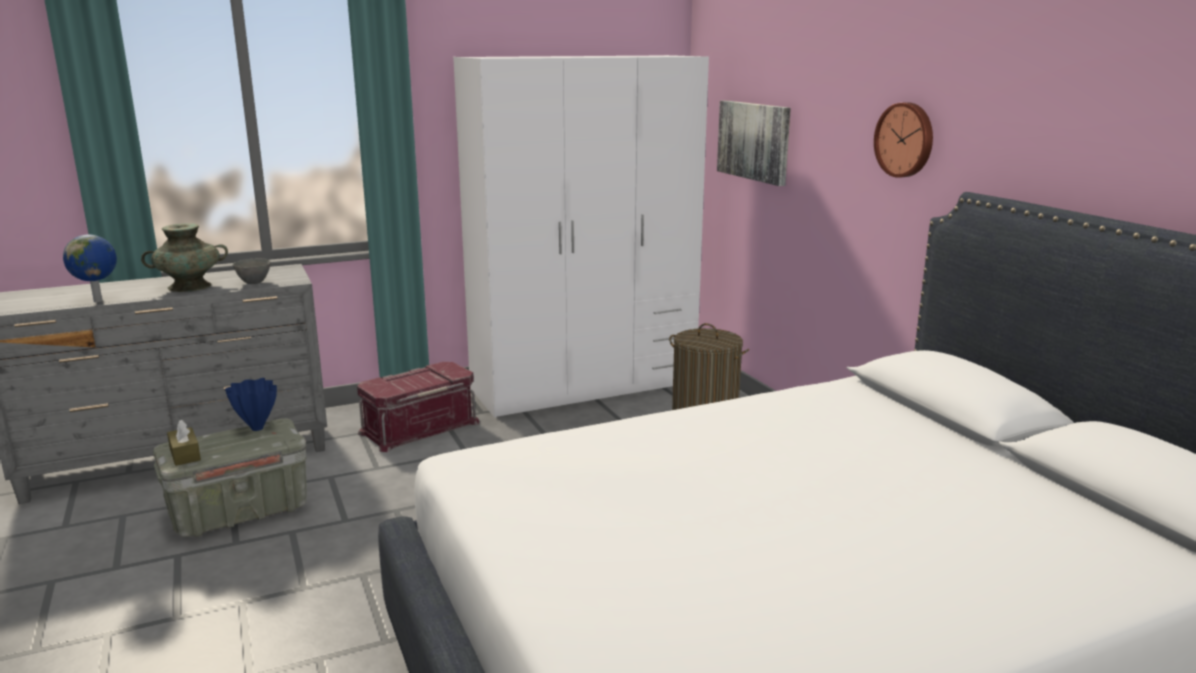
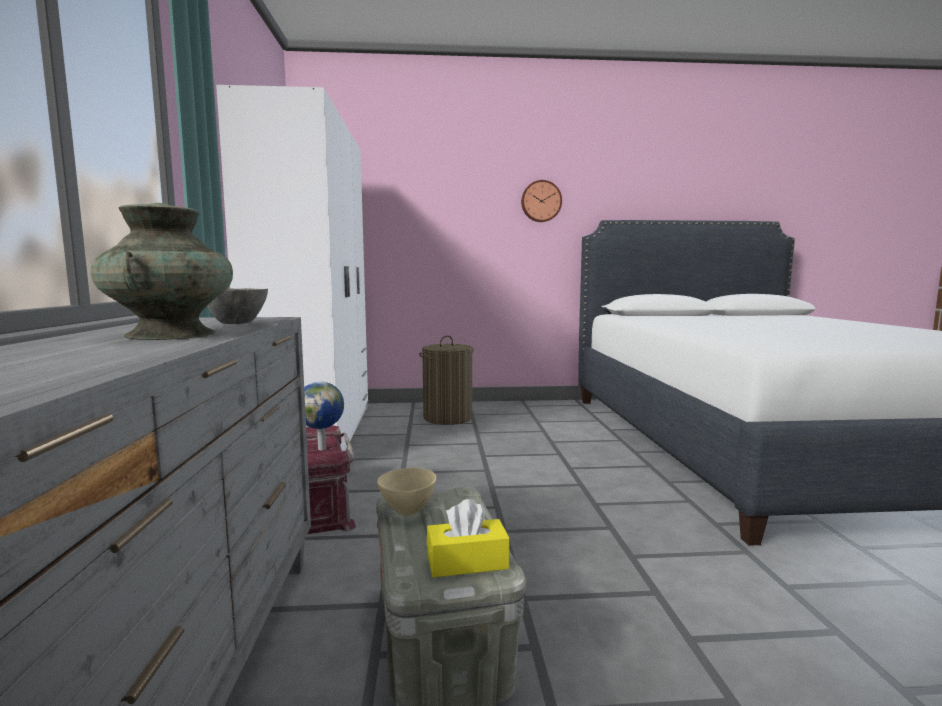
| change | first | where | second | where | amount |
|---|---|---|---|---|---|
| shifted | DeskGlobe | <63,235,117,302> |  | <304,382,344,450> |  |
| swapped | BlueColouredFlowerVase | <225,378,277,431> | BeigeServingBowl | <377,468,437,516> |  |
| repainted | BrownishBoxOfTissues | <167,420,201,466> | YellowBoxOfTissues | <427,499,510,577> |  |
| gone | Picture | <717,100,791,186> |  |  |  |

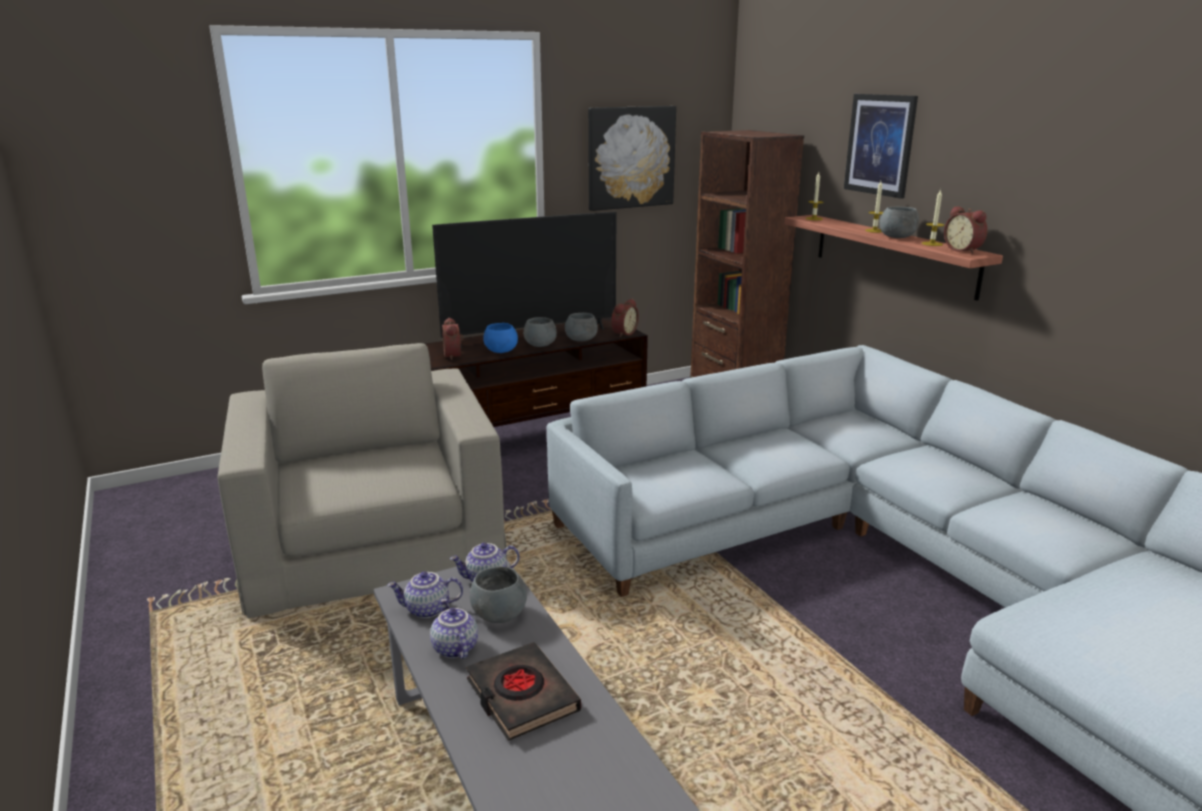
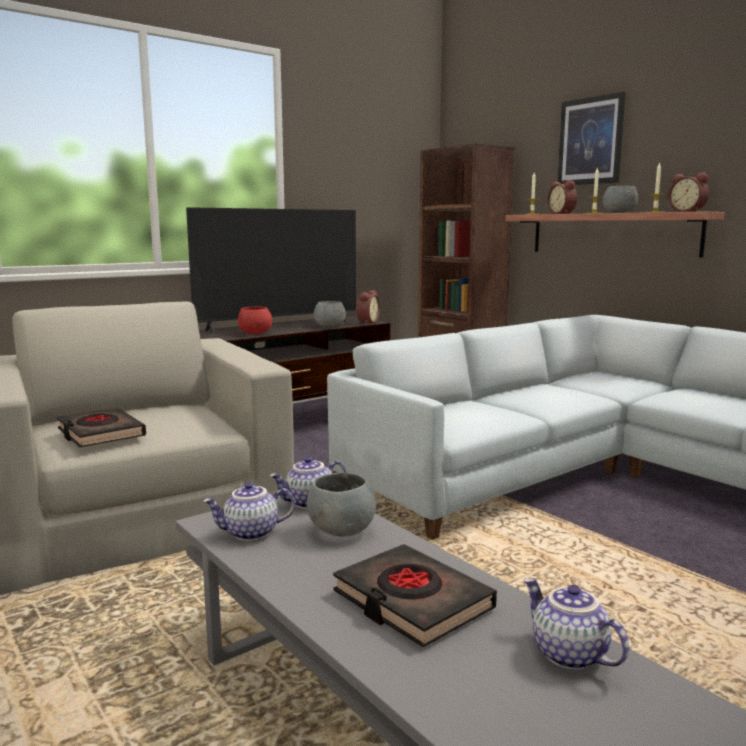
| change | first | where | second | where | amount |
|---|---|---|---|---|---|
| new |  |  | BlackColouredBook | <57,408,146,447> |  |
| repainted | BlueColouredServingBowl | <483,323,518,353> | RedColouredServingBowl | <238,306,272,334> |  |
| shifted | PotForTea | <430,599,478,659> |  | <524,578,629,670> |  |
| shifted | TableClock | <442,318,463,360> |  | <547,180,577,214> |  |
| gone | GreyServingBowl | <523,317,557,347> |  |  |  |
| gone | Picture | <588,106,676,211> |  |  |  |

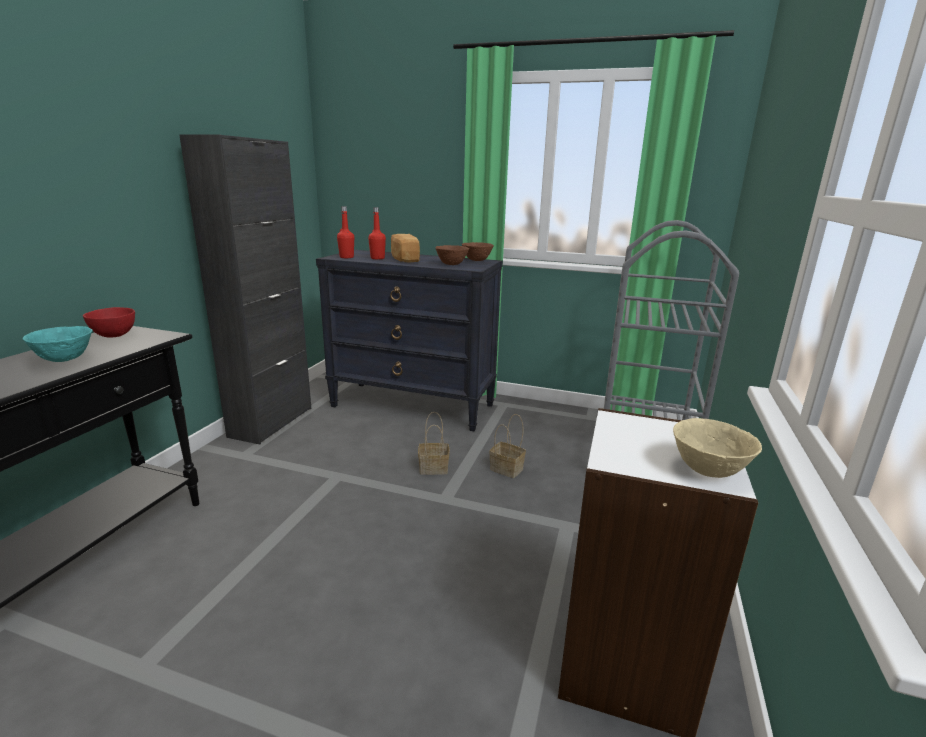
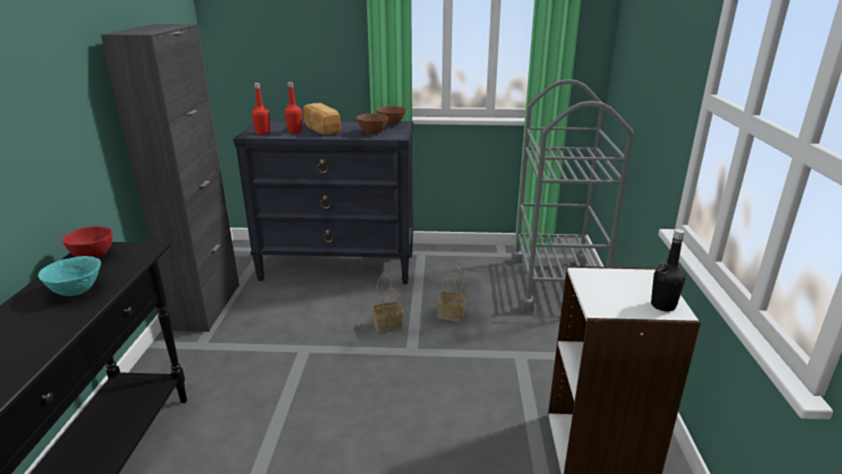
| change | first | where | second | where | amount |
|---|---|---|---|---|---|
| swapped | BeigeServingBowl | <673,418,762,478> | BlackColouredDrinkBottle | <651,229,686,312> |  |

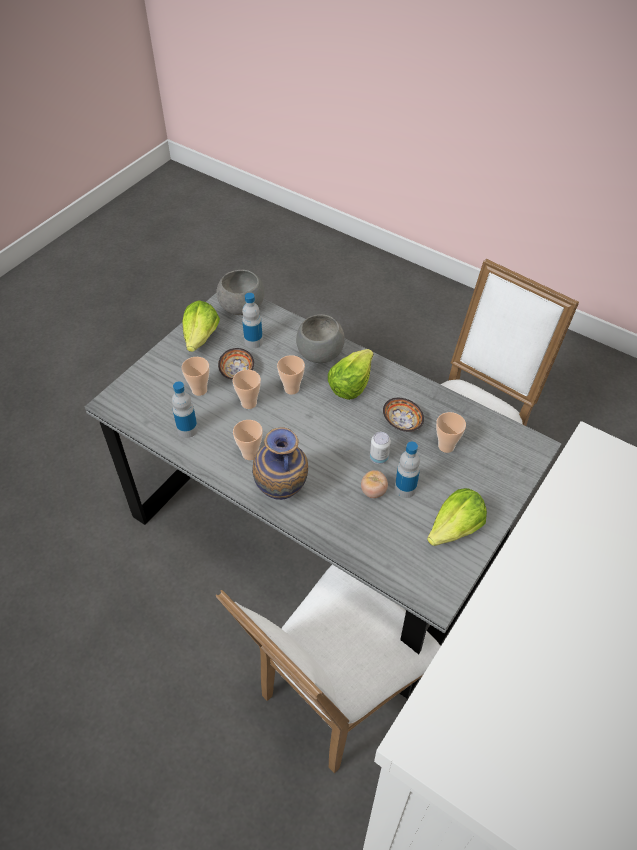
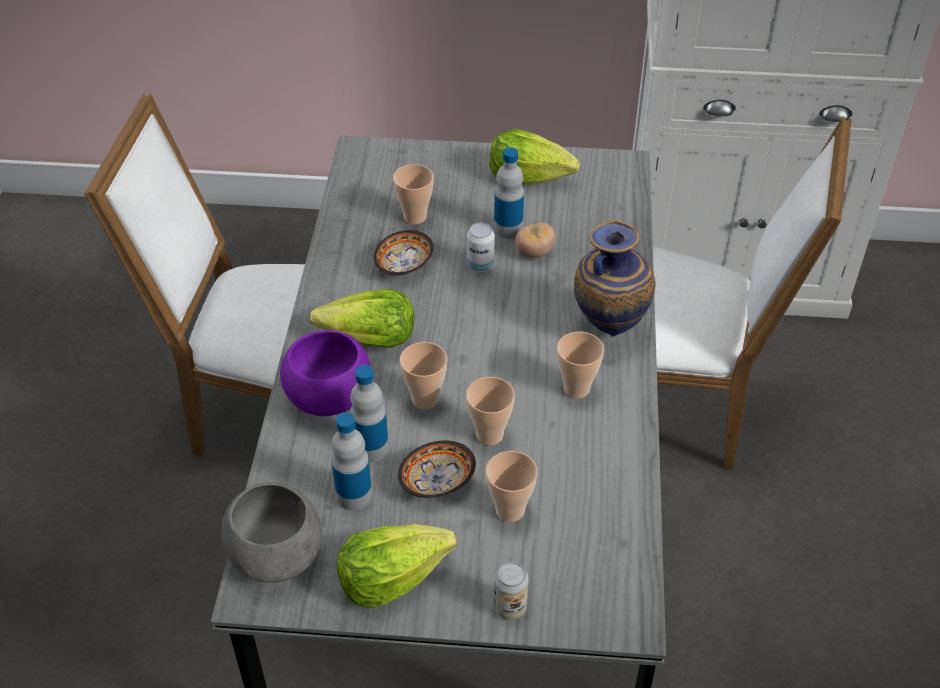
| change | first | where | second | where | amount |
|---|---|---|---|---|---|
| repainted | GreyServingBowl | <296,314,345,363> | PurplishServingBowl | <280,330,371,416> |  |
| shifted | DrinkBottle | <172,382,198,438> |  | <350,365,389,462> |  |
| new |  |  | MetalCan | <494,562,529,620> |  |

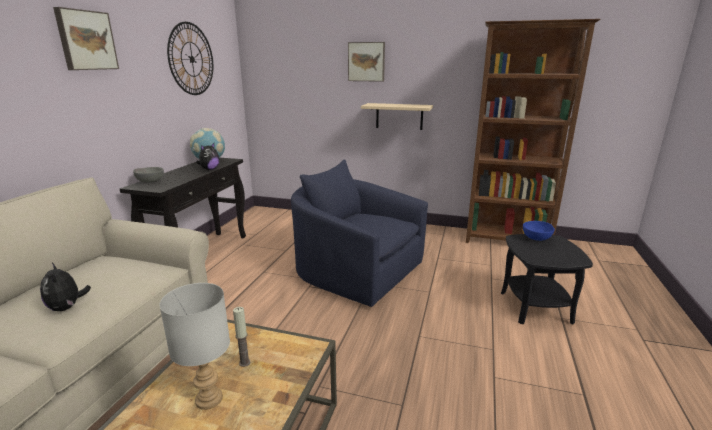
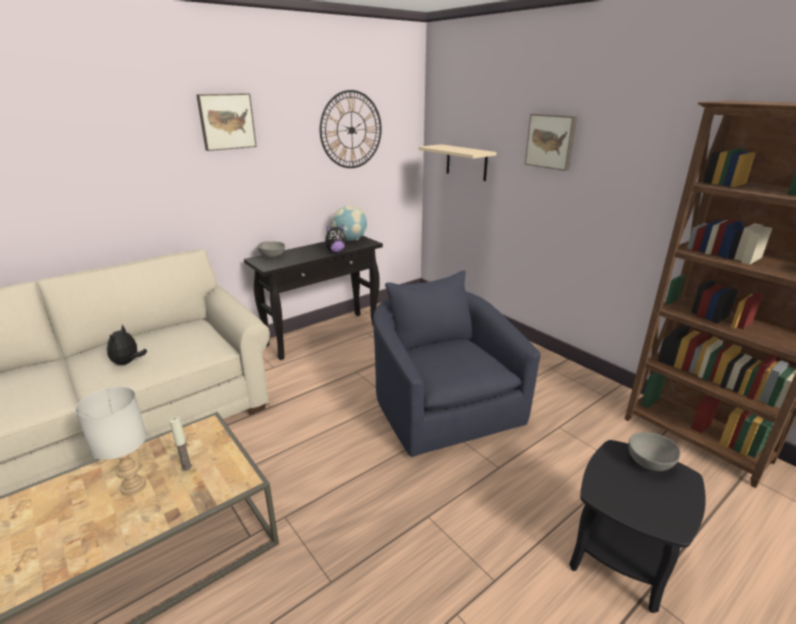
| change | first | where | second | where | amount |
|---|---|---|---|---|---|
| shifted | BeigeWallShelf | <361,103,433,130> |  | <419,144,497,181> |  |
| repainted | BlueColouredServingBowl | <523,221,555,241> | GreyServingBowl | <628,432,681,471> |  |

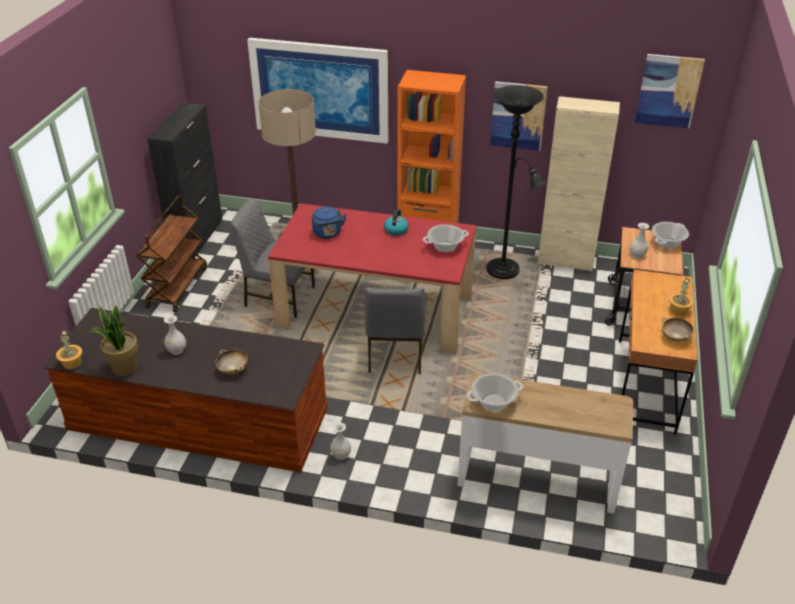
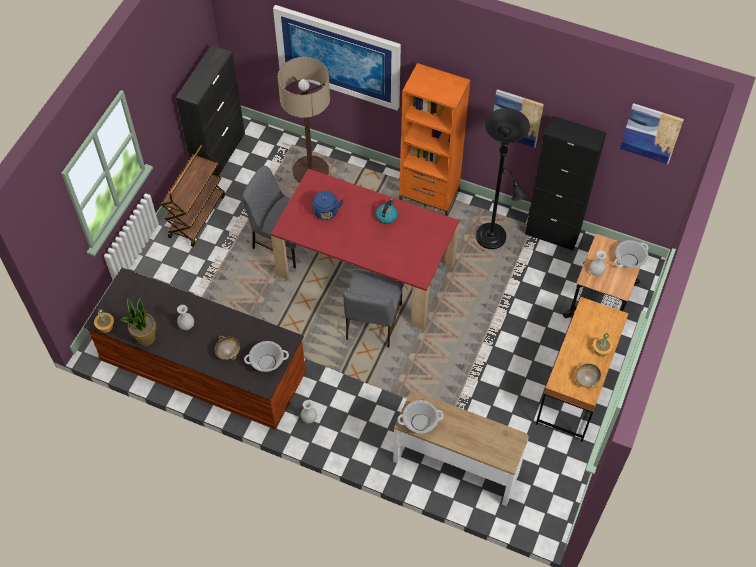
| change | first | where | second | where | amount |
|---|---|---|---|---|---|
| shifted | CookingPot | <423,224,469,252> |  | <244,341,289,372> |  |
| repainted | BeigeCupboard | <537,96,620,272> | BlackColouredCupboard | <525,116,606,251> |  |

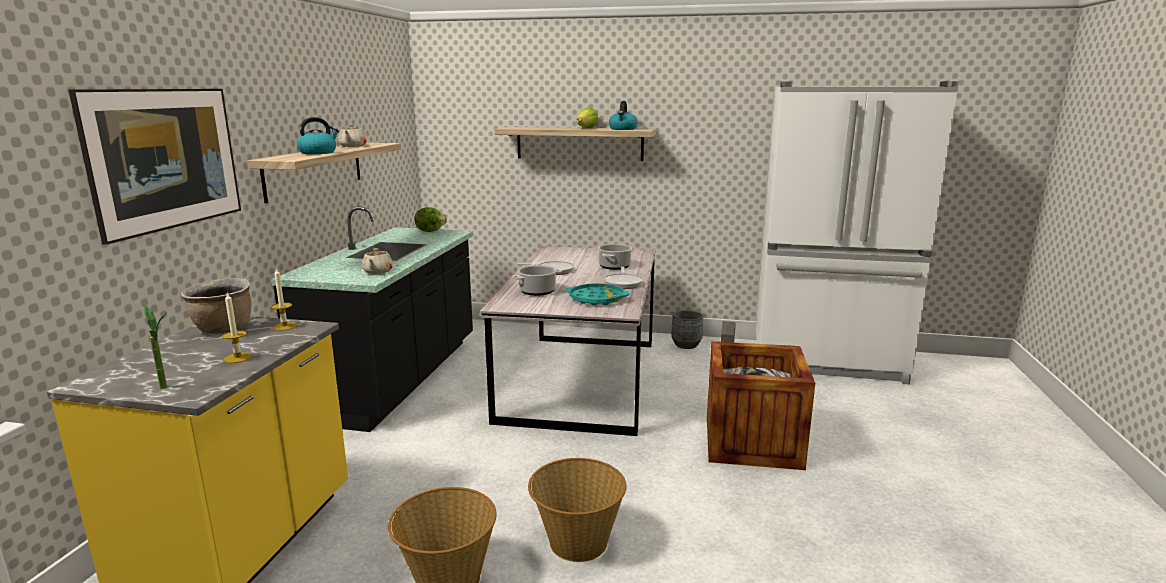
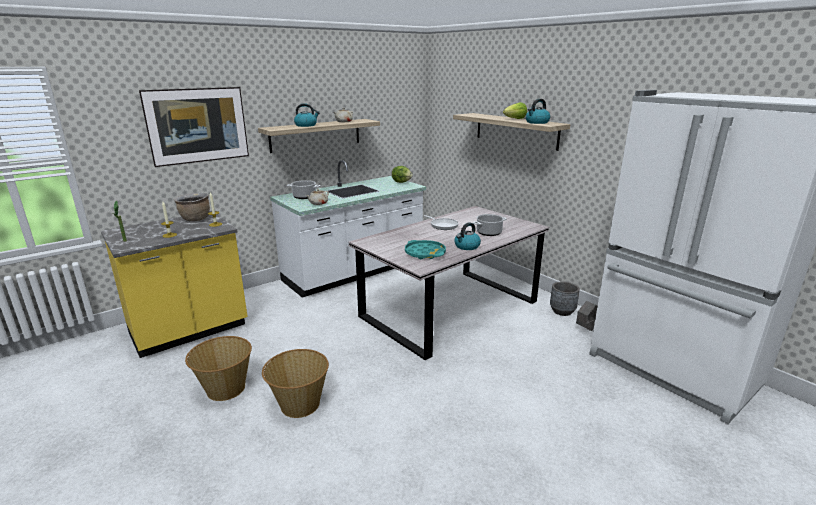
| change | first | where | second | where | amount |
|---|---|---|---|---|---|
| repainted | BlackColouredKitchenCounter | <271,206,474,432> | WhiteKitchenCounter | <270,160,426,298> |  |
| shifted | CookingPot | <511,265,562,296> |  | <287,180,320,199> |  |
| swapped | Skillet | <603,267,643,289> | TeaKettle | <455,222,481,250> |  |
| gone | ShippingCrate | <707,341,815,470> |  |  |  |

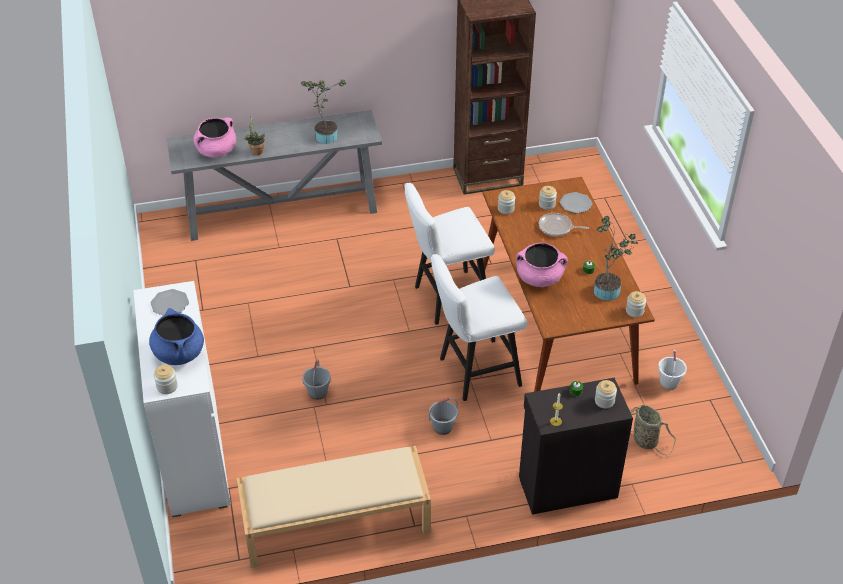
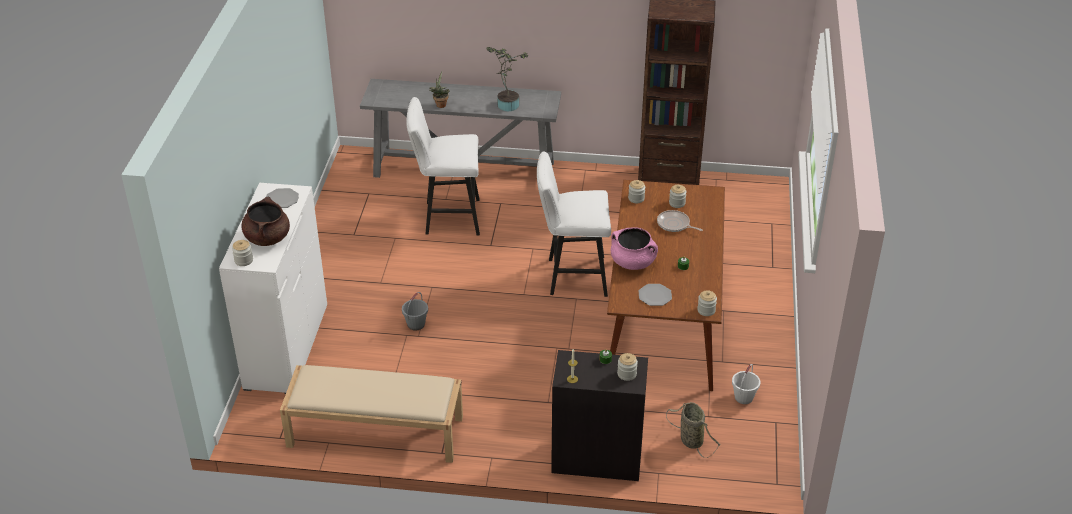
| change | first | where | second | where | amount |
|---|---|---|---|---|---|
| repainted | BlueColouredCookingPot | <149,308,204,365> | BrownishCookingPot | <241,197,290,246> |  |
| shifted | WhiteStoolSeat | <431,254,527,401> |  | <407,97,480,235> |  |
| shifted | FlatDish | <560,192,593,214> |  | <639,284,672,306> |  |
| gone | PinkCookingPot | <194,118,236,158> |  |  |  |
| gone | GreyPail | <429,398,458,435> |  |  |  |
| gone | PlantInAPot | <594,216,638,301> |  |  |  |

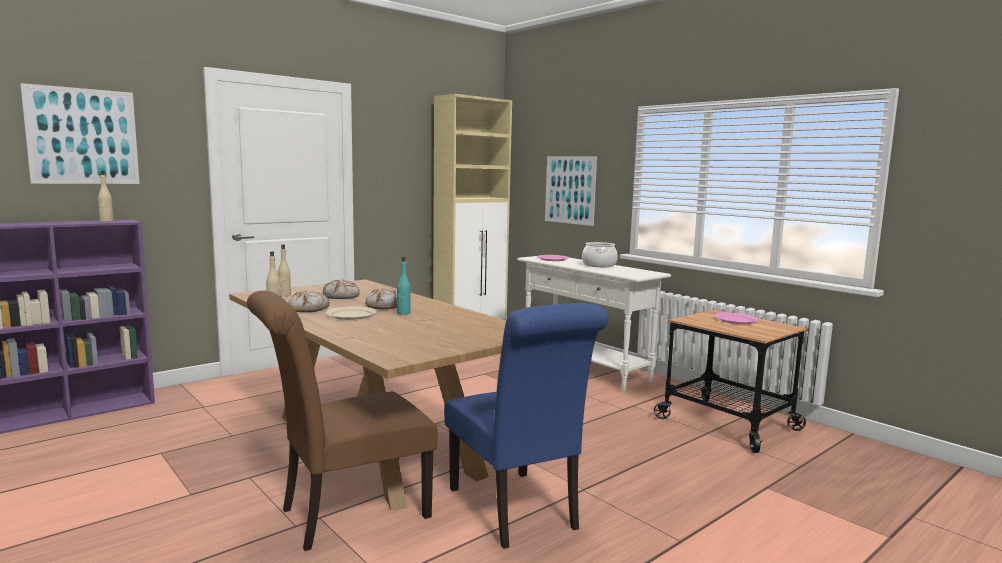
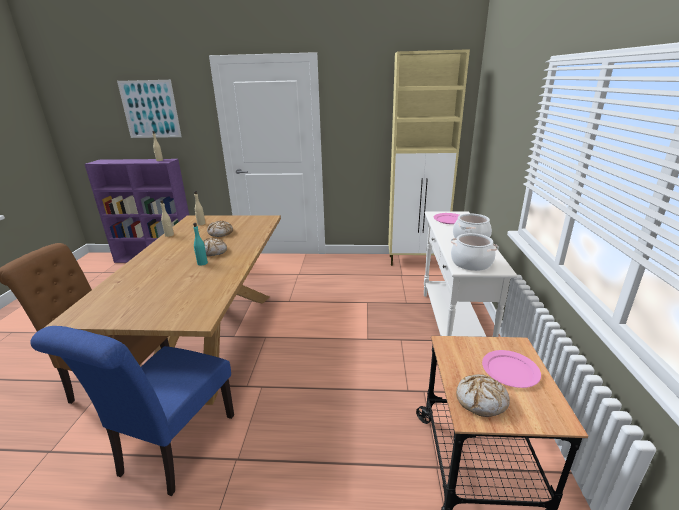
| change | first | where | second | where | amount |
|---|---|---|---|---|---|
| new |  |  | CookingPot | <451,233,499,271> |  |
| shifted | Bread | <288,290,330,312> |  | <456,374,510,417> |  |
| gone | BeigeFlatDish | <326,306,377,320> |  |  |  |
| gone | Picture | <545,156,597,226> |  |  |  |

